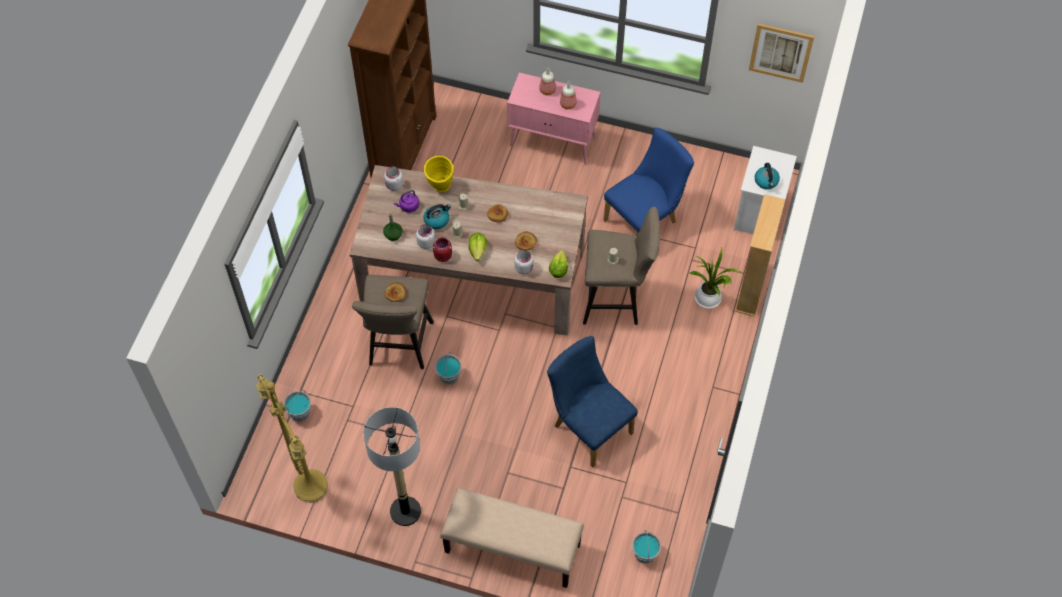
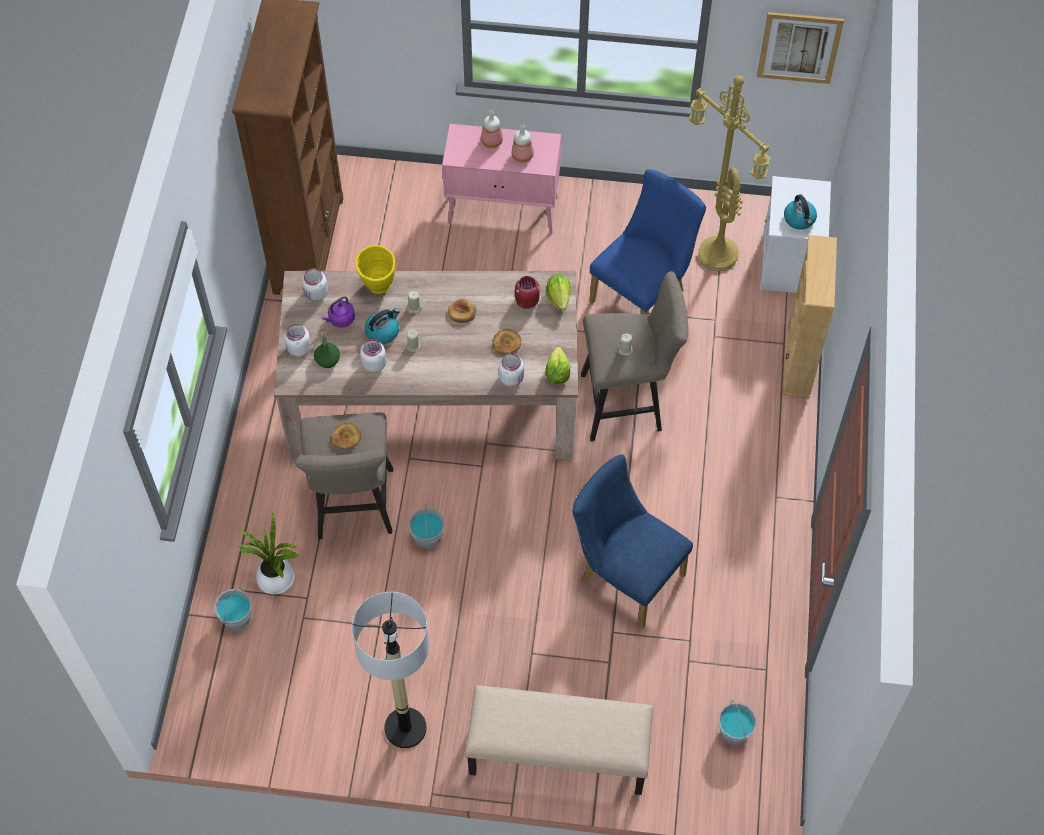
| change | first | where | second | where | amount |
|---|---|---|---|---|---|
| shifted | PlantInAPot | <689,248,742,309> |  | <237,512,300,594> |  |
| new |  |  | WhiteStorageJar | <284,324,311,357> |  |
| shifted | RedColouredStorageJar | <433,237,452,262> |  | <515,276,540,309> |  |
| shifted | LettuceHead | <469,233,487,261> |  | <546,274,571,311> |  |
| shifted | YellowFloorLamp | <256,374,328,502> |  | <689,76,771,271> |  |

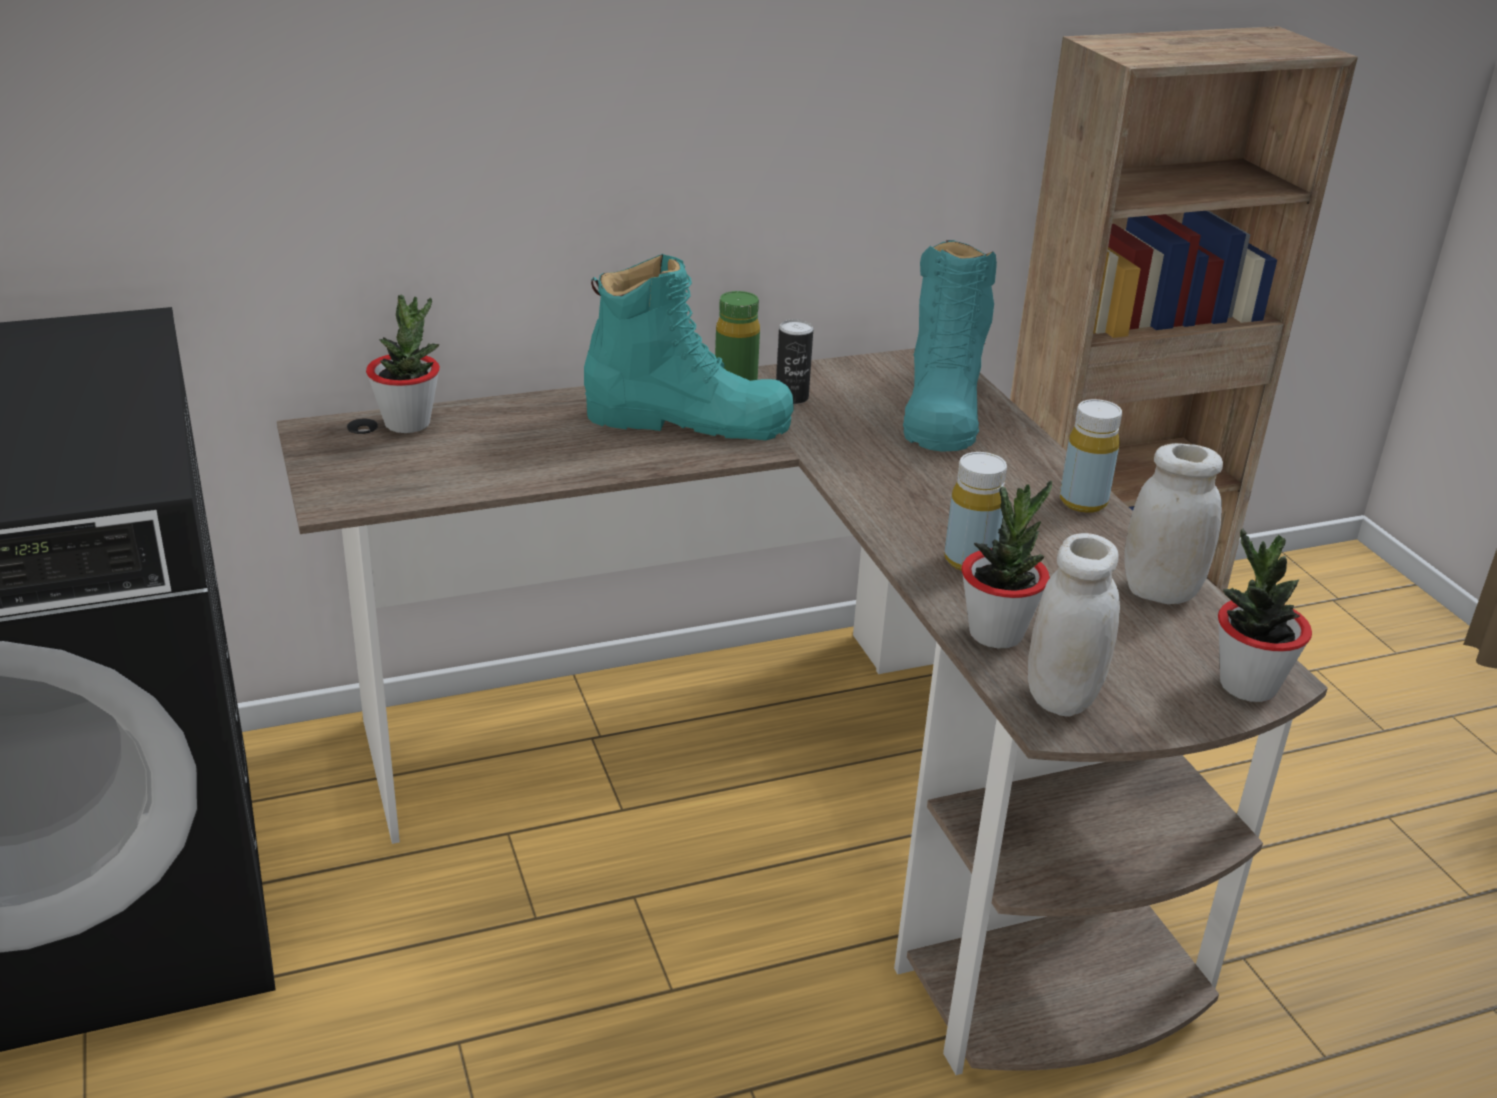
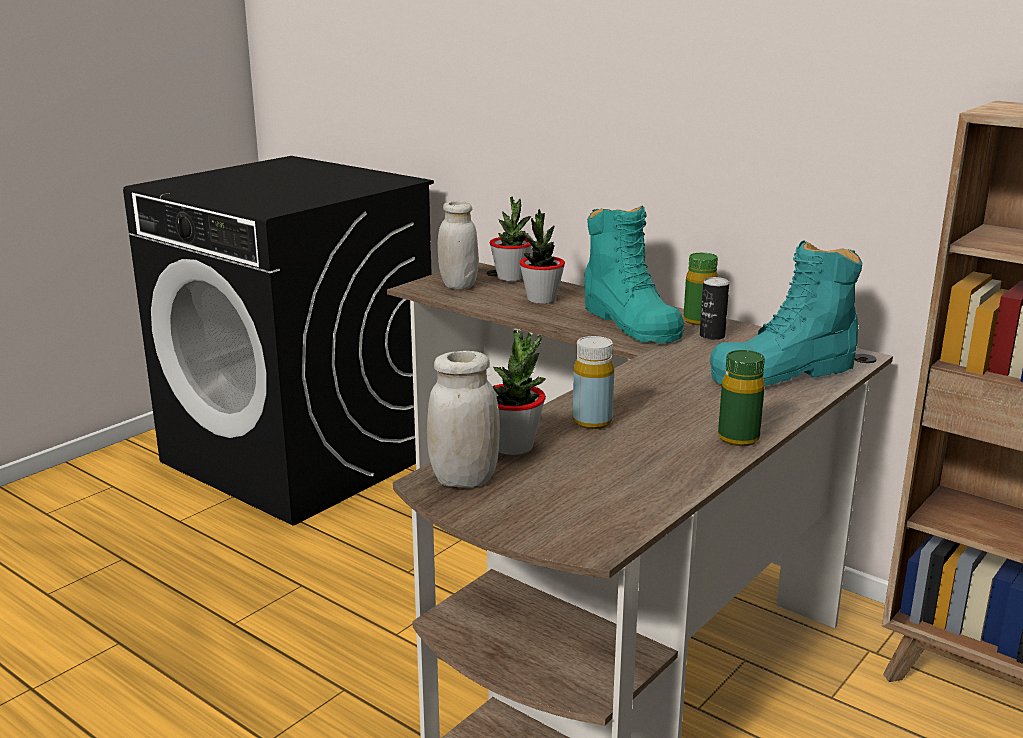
| change | first | where | second | where | amount |
|---|---|---|---|---|---|
| shifted | WhiteStorageJar | <1124,443,1223,604> |  | <438,201,479,289> |  |
| shifted | PlantInAPot | <1218,528,1312,702> |  | <519,209,565,304> |  |
| repainted | YellowDrinkBottle | <1060,399,1122,513> | GreenDrinkBottle | <718,350,765,446> |  |

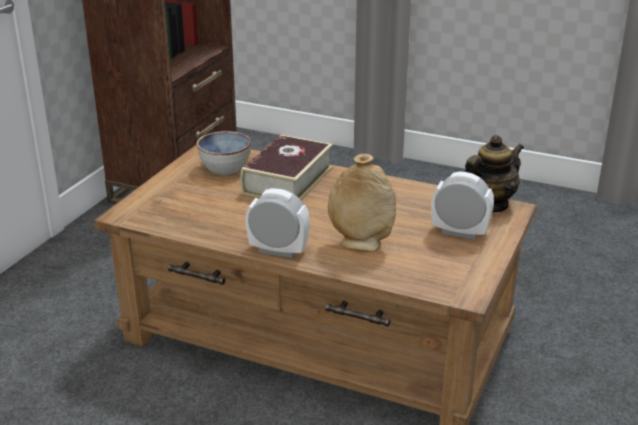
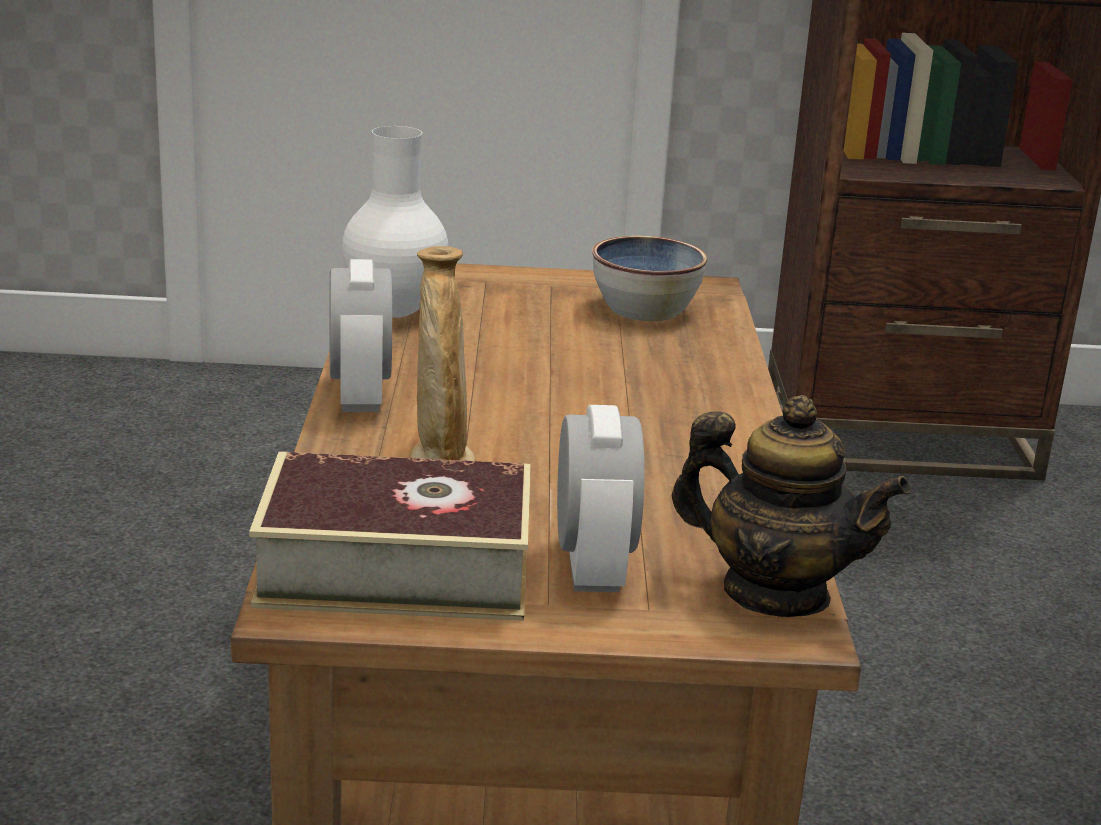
| change | first | where | second | where | amount |
|---|---|---|---|---|---|
| shifted | Book | <240,135,333,200> |  | <249,451,531,621> |  |
| new |  |  | WhiteFlowerVase | <342,126,448,318> |  |

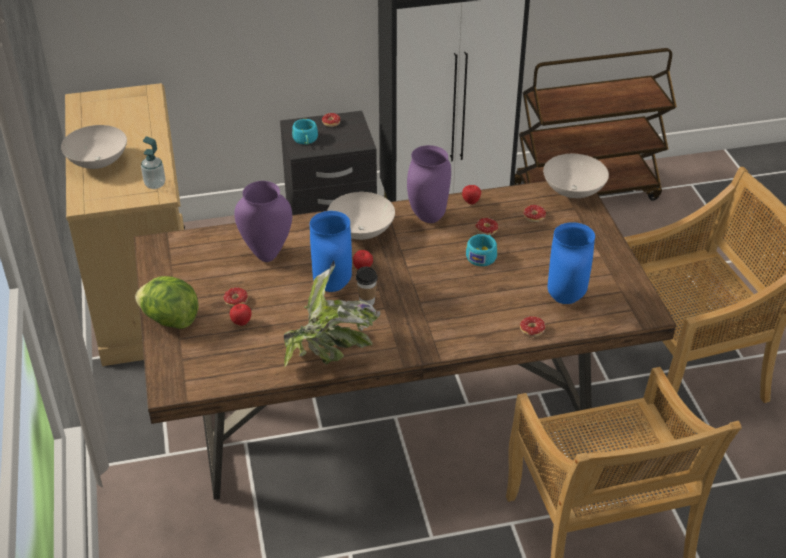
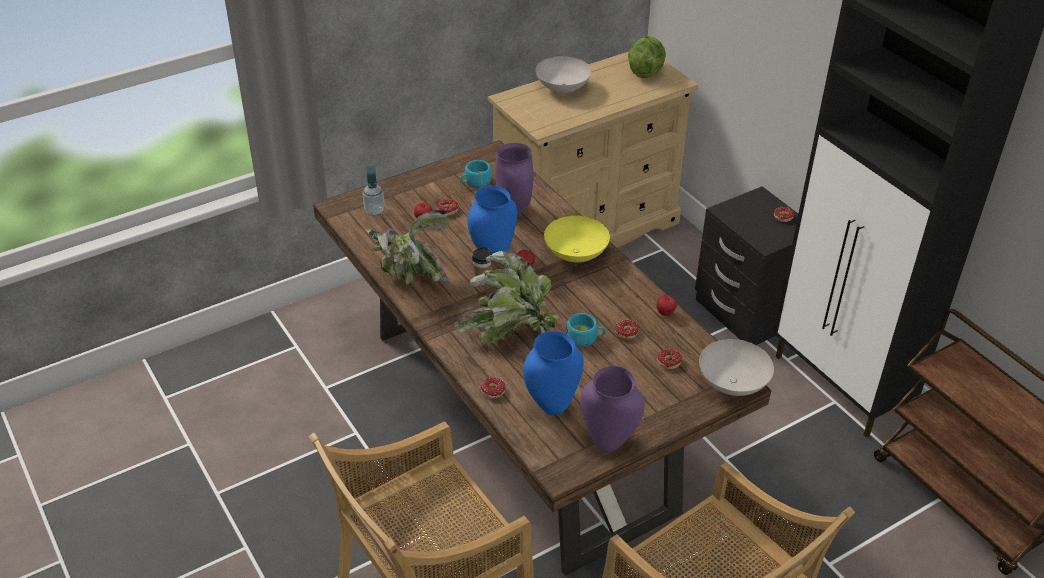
| change | first | where | second | where | amount |
|---|---|---|---|---|---|
| shifted | LiquidSoapBottle | <141,137,165,189> |  | <362,166,385,215> |  |
| new |  |  | PlantInAPot | <454,251,559,344> |  |
| shifted | TurquoiseDrinkingCup | <292,119,318,145> |  | <460,160,492,187> |  |
| repainted | WhiteServingBowl | <327,192,395,240> | YellowServingBowl | <544,216,610,262> |  |
| shifted | PurplishFlowerVase | <407,145,451,223> |  | <580,366,644,452> |  |
| shifted | LettuceHead | <135,276,198,329> |  | <628,36,666,78> |  |

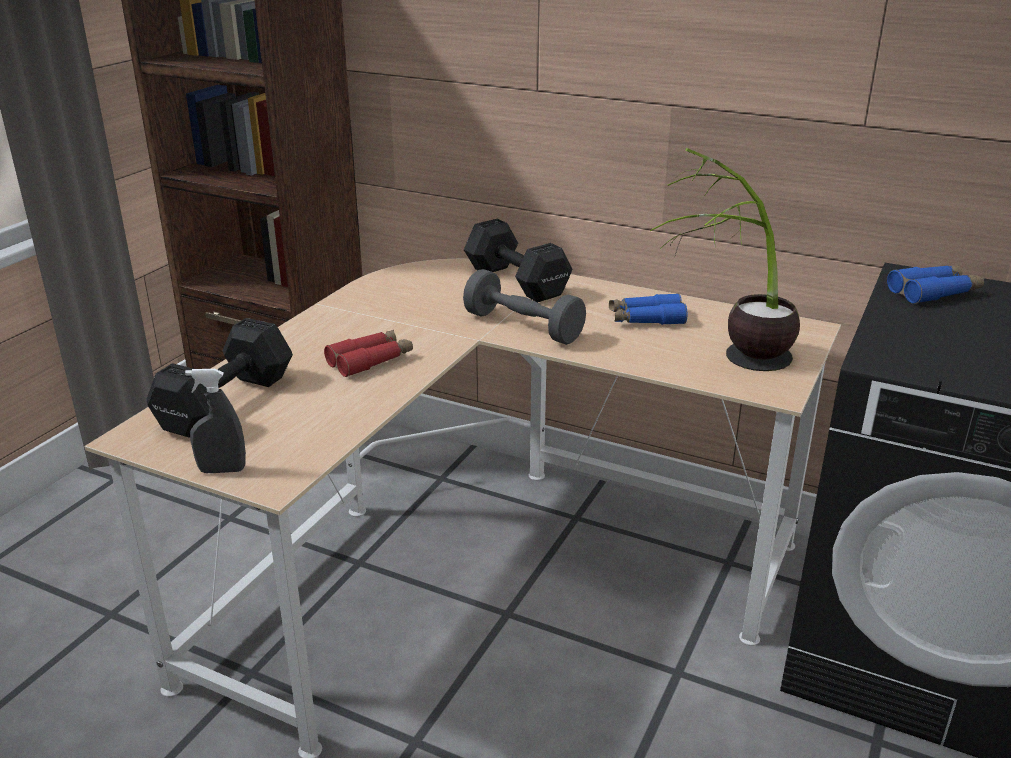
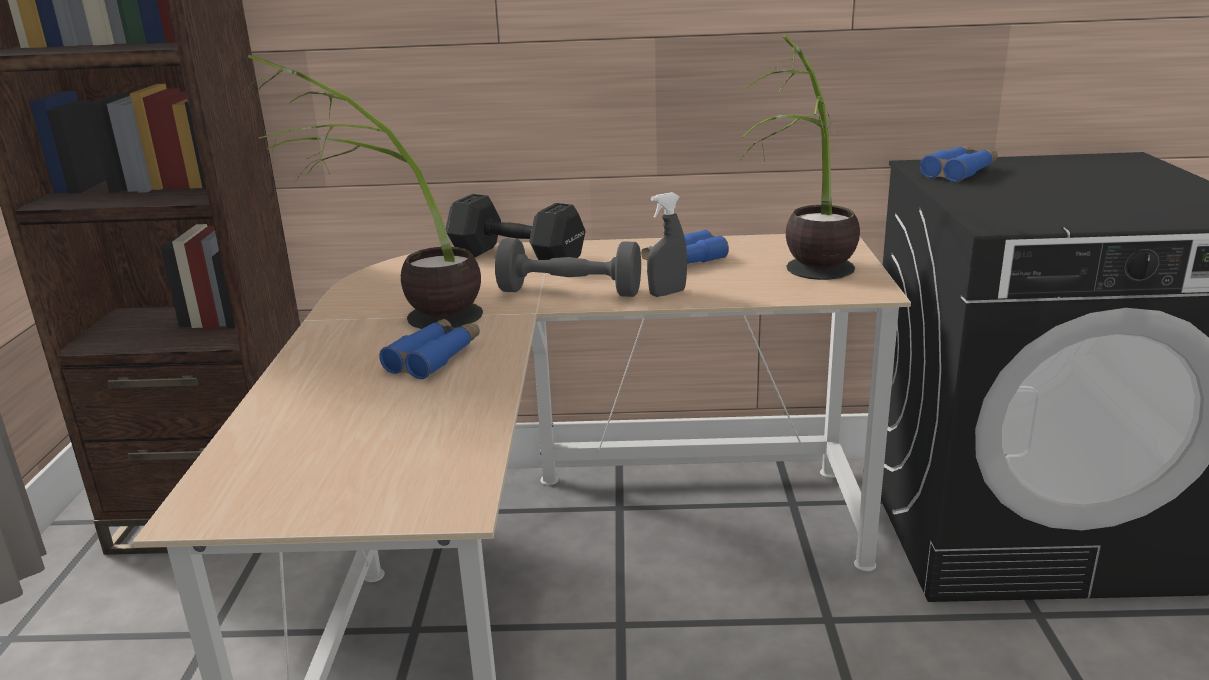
| change | first | where | second | where | amount |
|---|---|---|---|---|---|
| new |  |  | PlantInAPot | <248,55,483,329> |  |
| repainted | RedColouredFieldGlasses | <324,330,413,377> | BlueColouredFieldGlasses | <379,319,480,379> |  |
| shifted | GreySprayer | <185,369,246,473> |  | <647,192,687,297> |  |
| gone | BlackColouredDumbbell | <147,318,293,438> |  |  |  |

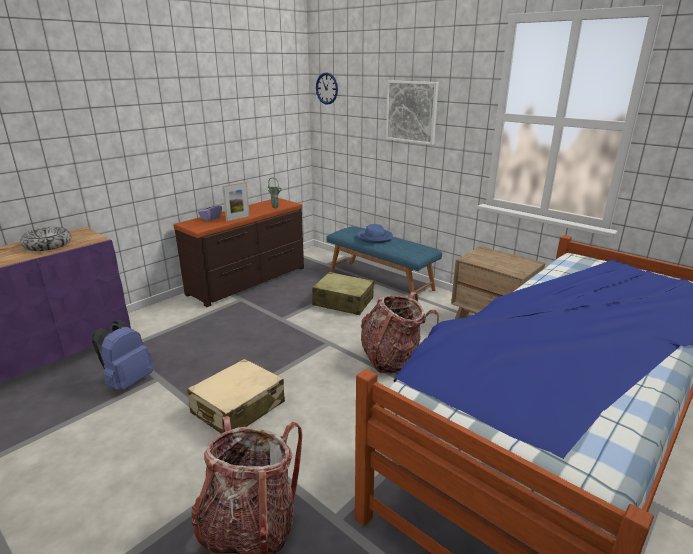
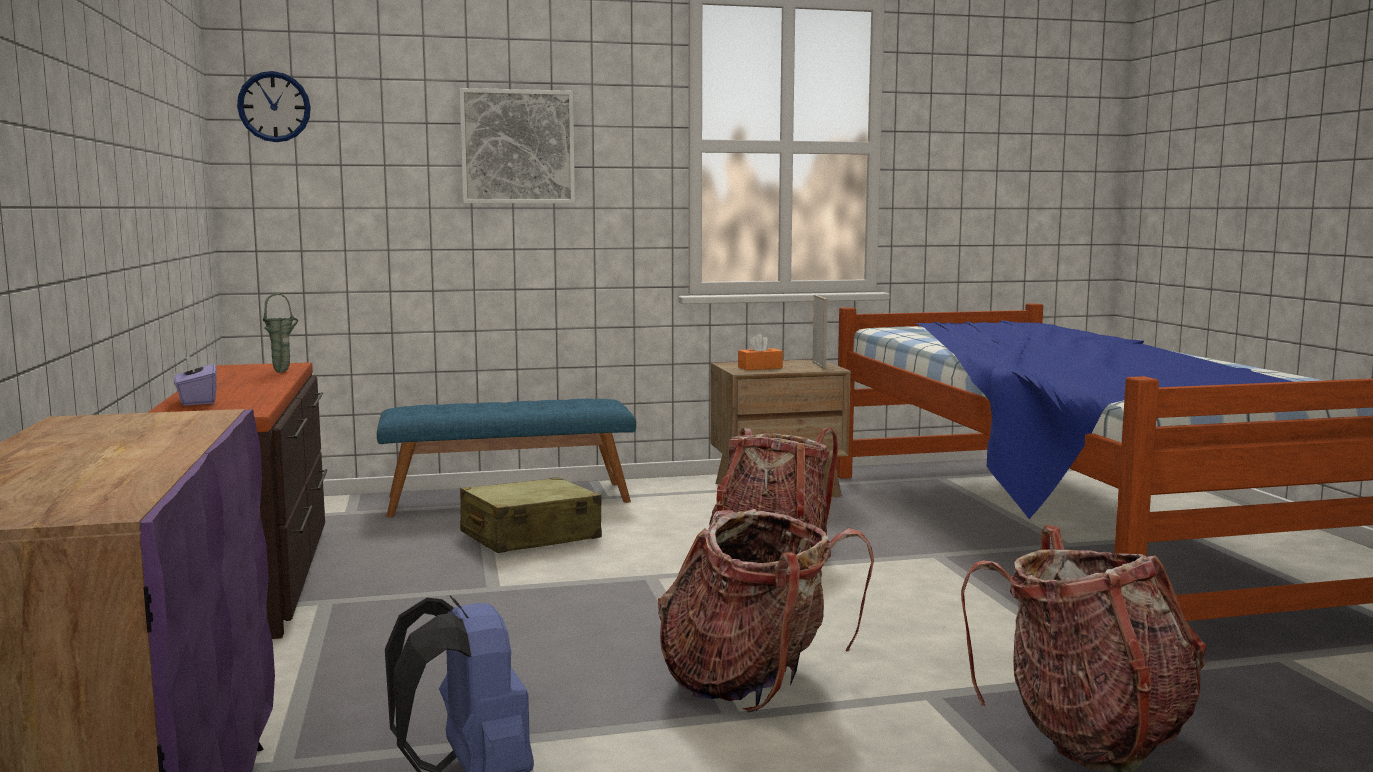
| change | first | where | second | where | amount |
|---|---|---|---|---|---|
| swapped | BeigeSuitcase | <187,359,285,434> | Rucksack | <658,509,874,712> |  |
| new |  |  | OrangeColouredBoxOfTissues | <738,333,783,370> |  |
| shifted | StandingFrame | <222,182,250,221> |  | <813,295,828,369> |  |
| gone | ServingBowl | <20,227,71,251> |  |  |  |
| gone | BlueColouredHat | <357,224,393,243> |  |  |  |

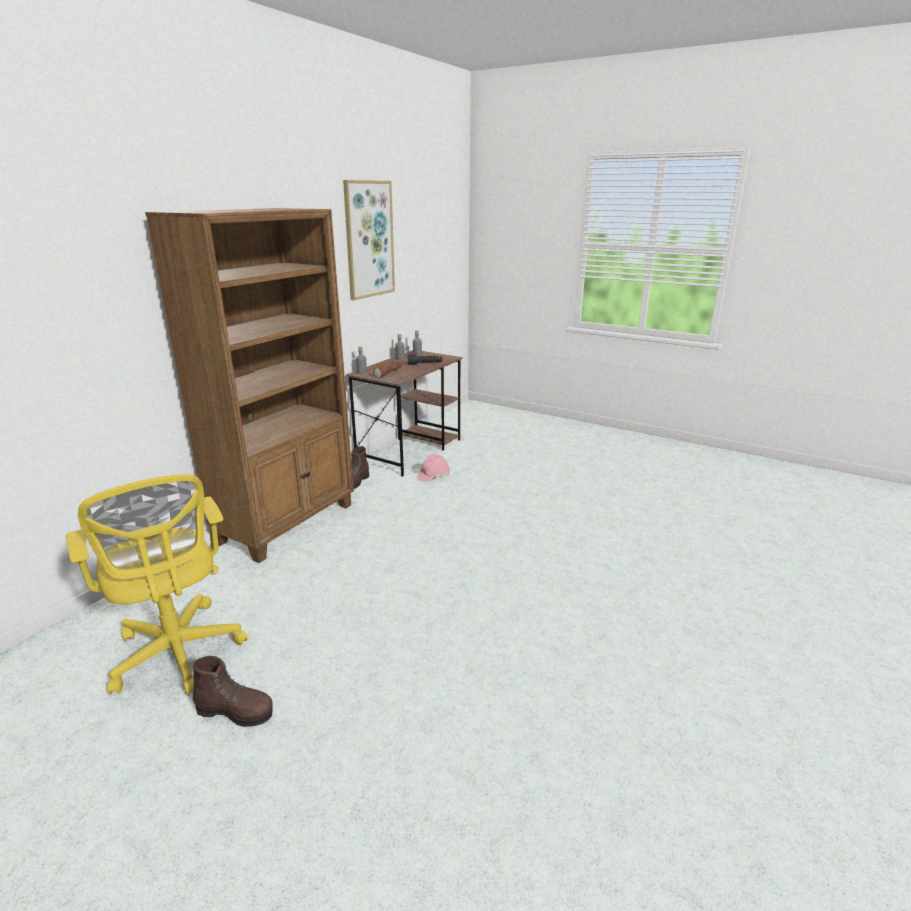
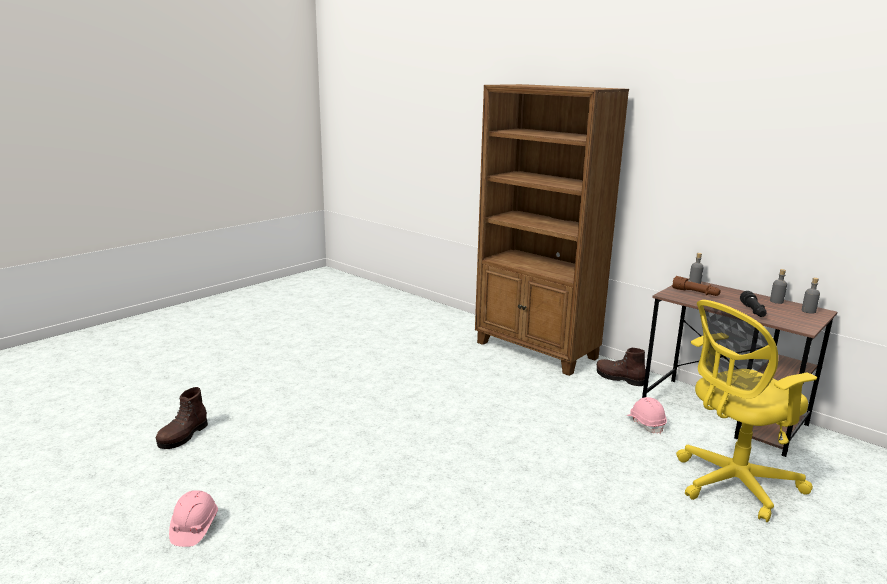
| change | first | where | second | where | amount |
|---|---|---|---|---|---|
| shifted | BrownishHighTopBoot | <193,656,273,727> |  | <156,387,208,449> |  |
| new |  |  | PinkSafetyHelmet | <169,490,218,547> |  |
| shifted | YellowOfficeChair | <66,474,248,696> |  | <676,300,817,522> |  |
| gone | Picture | <343,180,395,300> |  |  |  |

